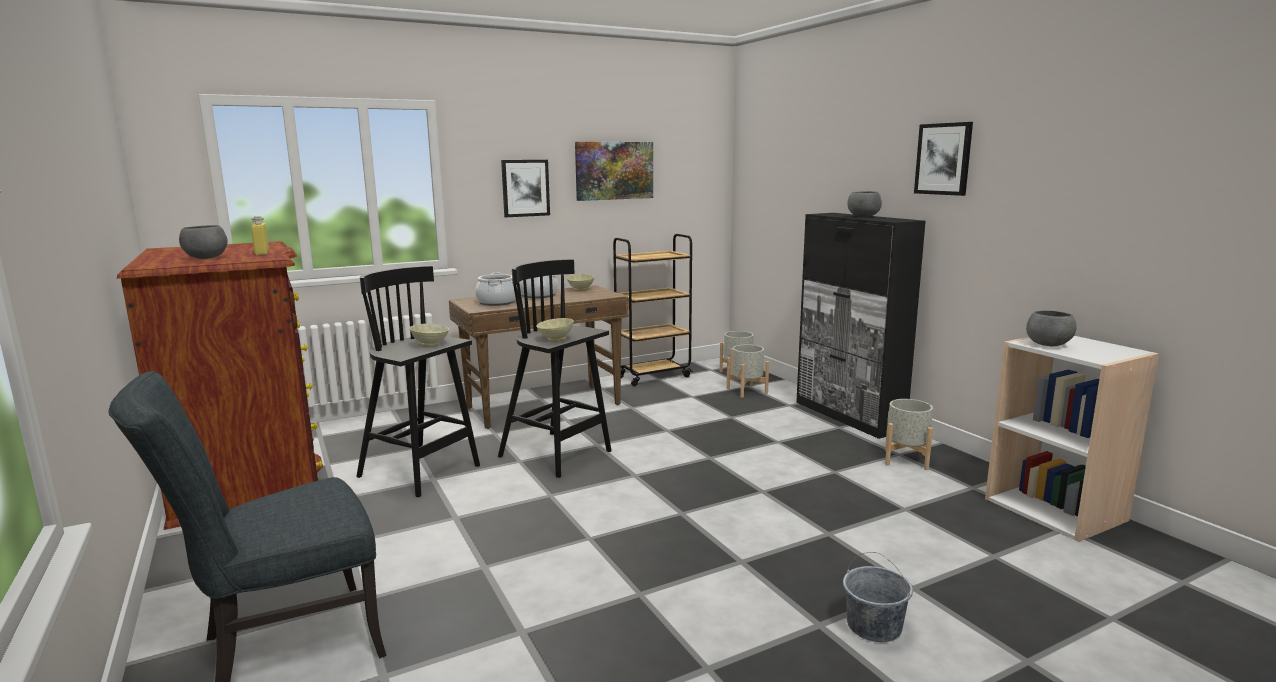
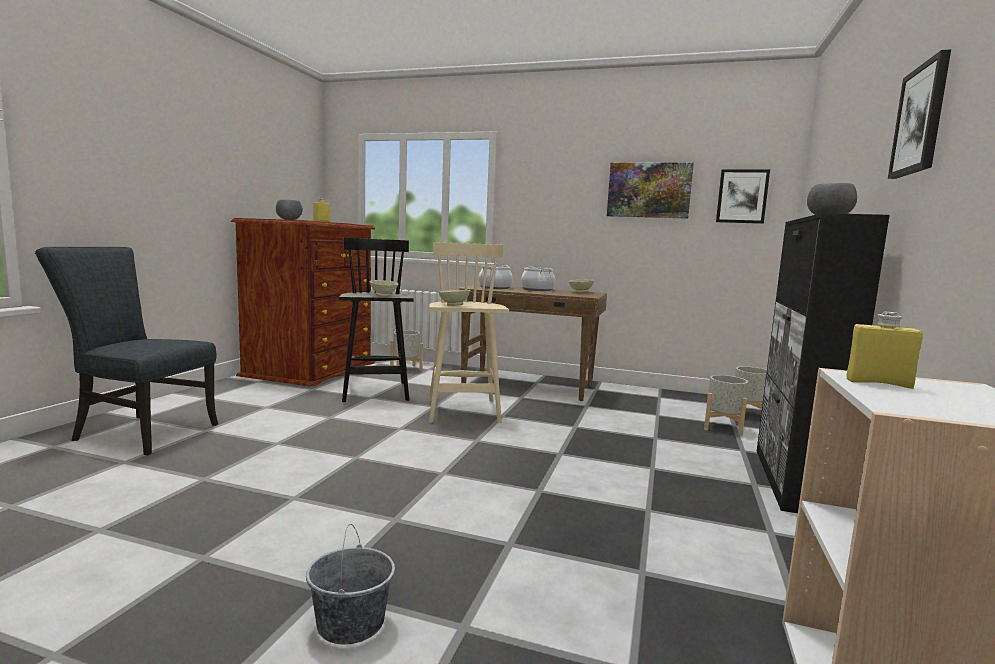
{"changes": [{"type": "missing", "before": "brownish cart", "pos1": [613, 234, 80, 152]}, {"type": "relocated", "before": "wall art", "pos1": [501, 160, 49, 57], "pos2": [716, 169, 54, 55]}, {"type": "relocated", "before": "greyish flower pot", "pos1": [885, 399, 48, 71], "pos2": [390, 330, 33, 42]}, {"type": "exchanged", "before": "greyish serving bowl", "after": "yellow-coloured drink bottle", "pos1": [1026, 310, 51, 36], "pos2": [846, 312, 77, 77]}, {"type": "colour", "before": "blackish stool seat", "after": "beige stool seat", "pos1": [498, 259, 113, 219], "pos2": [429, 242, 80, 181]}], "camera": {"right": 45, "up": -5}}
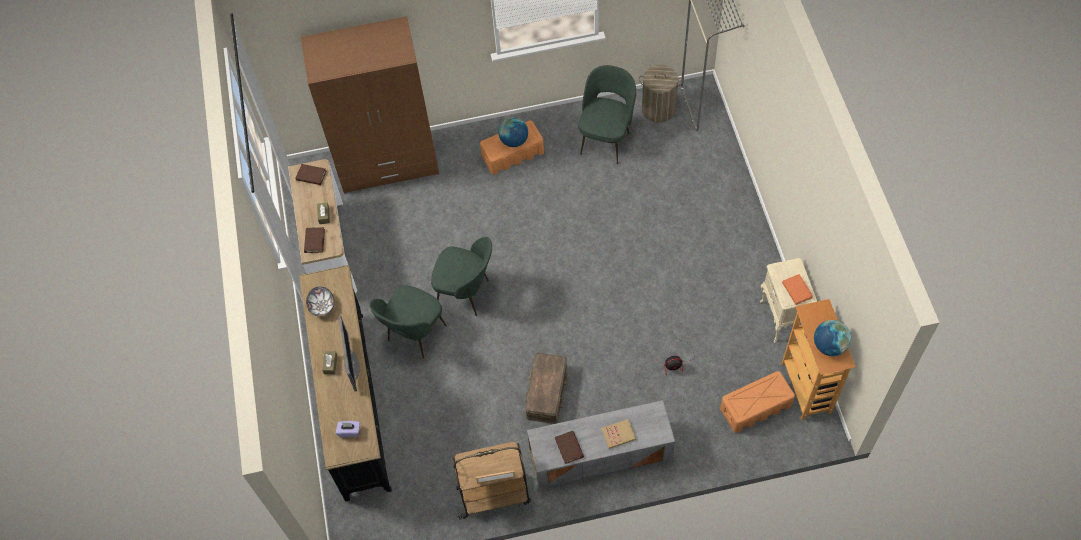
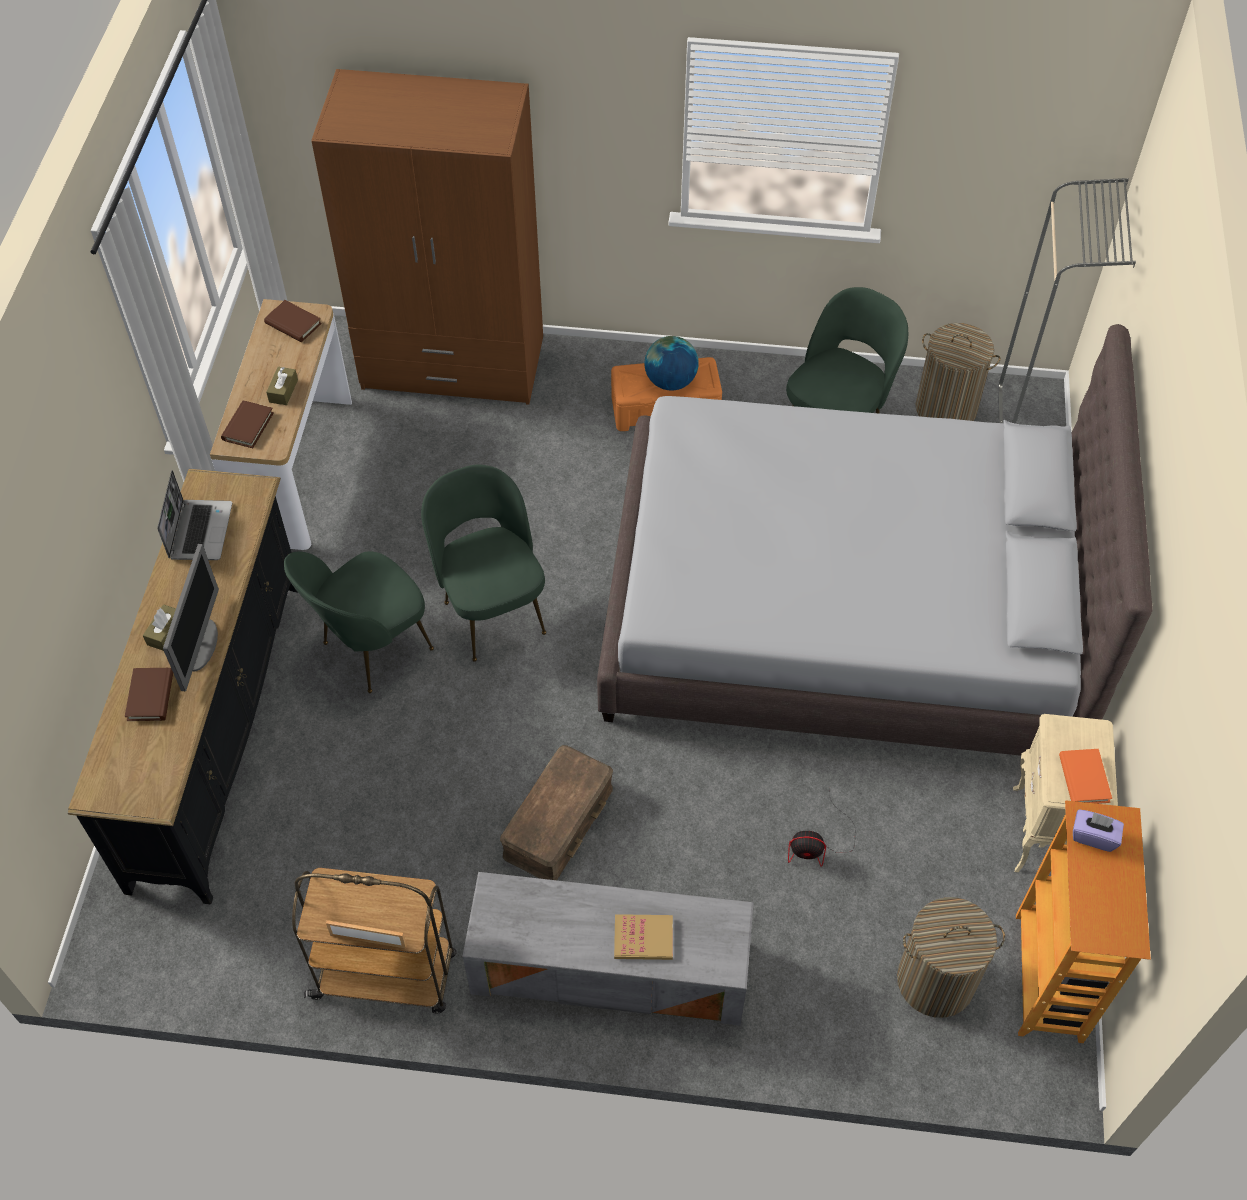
{"changes": [{"type": "missing", "before": "world globe", "pos1": [814, 320, 37, 36]}, {"type": "appeared", "after": "greyish bedroom bed", "pos2": [597, 324, 556, 432]}, {"type": "relocated", "before": "purple-coloured tissue box", "pos1": [336, 421, 24, 16], "pos2": [1073, 809, 51, 43]}, {"type": "relocated", "before": "brownish bound book", "pos1": [555, 431, 29, 33], "pos2": [125, 668, 48, 53]}, {"type": "exchanged", "before": "serving bowl", "after": "portable computer", "pos1": [306, 286, 29, 30], "pos2": [157, 470, 75, 90]}, {"type": "exchanged", "before": "orange storage bin", "after": "laundry basket", "pos1": [720, 371, 75, 62], "pos2": [897, 897, 108, 121]}, {"type": "spun", "before": "greenish upright chair", "pos1": [431, 237, 61, 79], "pos2": [421, 465, 125, 197], "turn": -150}], "camera": {"right": 15, "up": -5}}
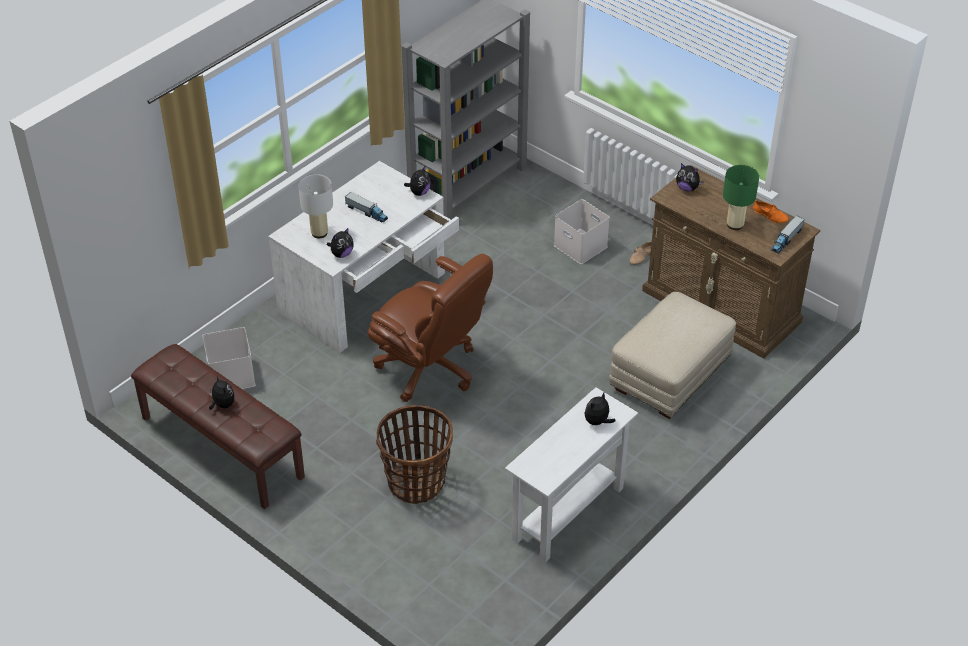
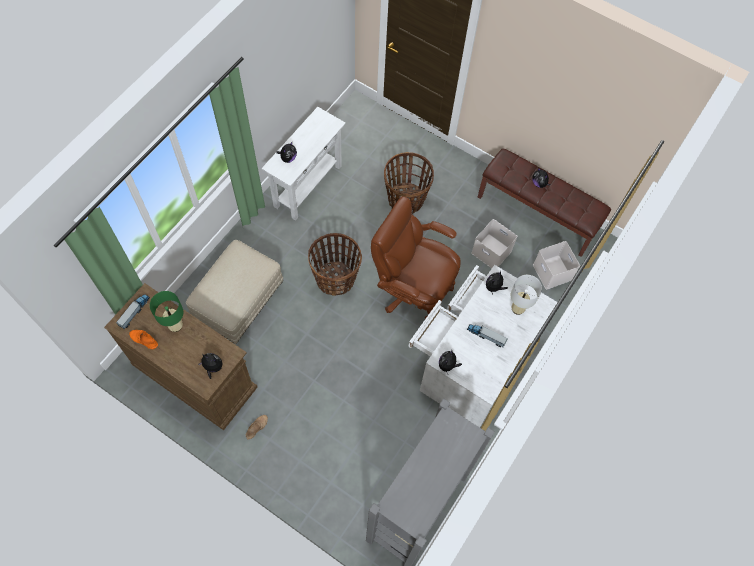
{"changes": [{"type": "appeared", "after": "storage basket", "pos2": [308, 233, 54, 63]}, {"type": "relocated", "before": "white-coloured storage bin", "pos1": [554, 199, 56, 65], "pos2": [471, 219, 46, 49]}], "camera": {"right": 170, "up": 20}}
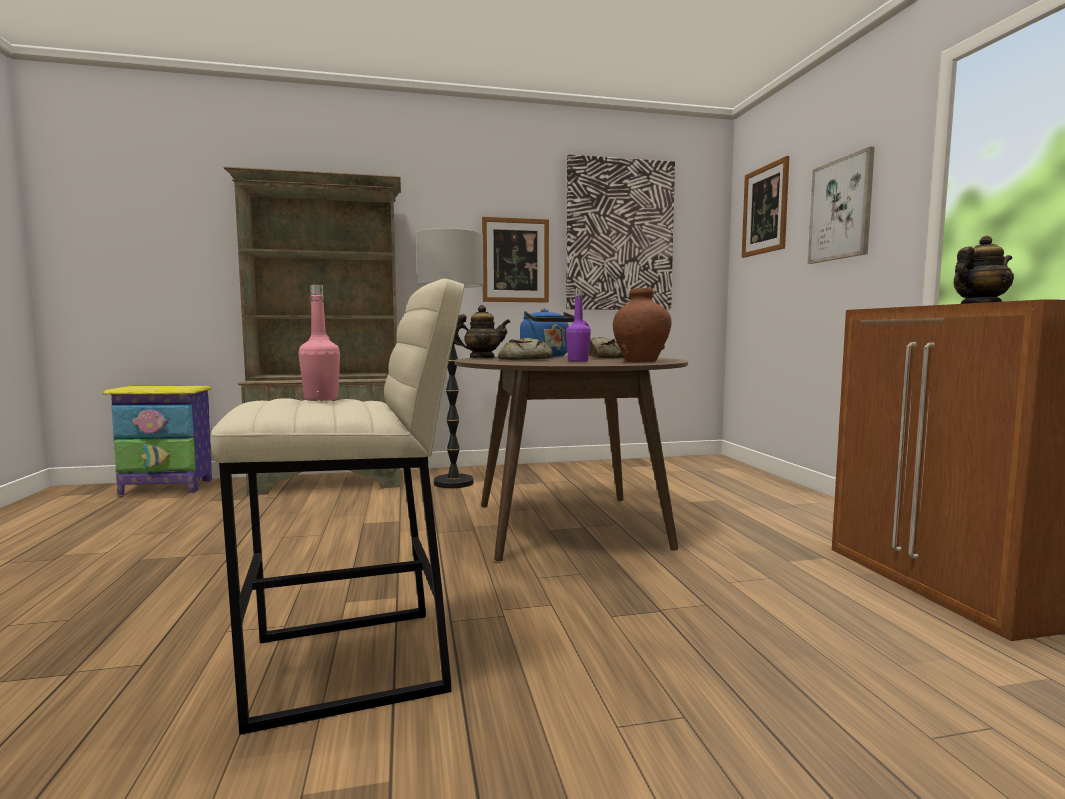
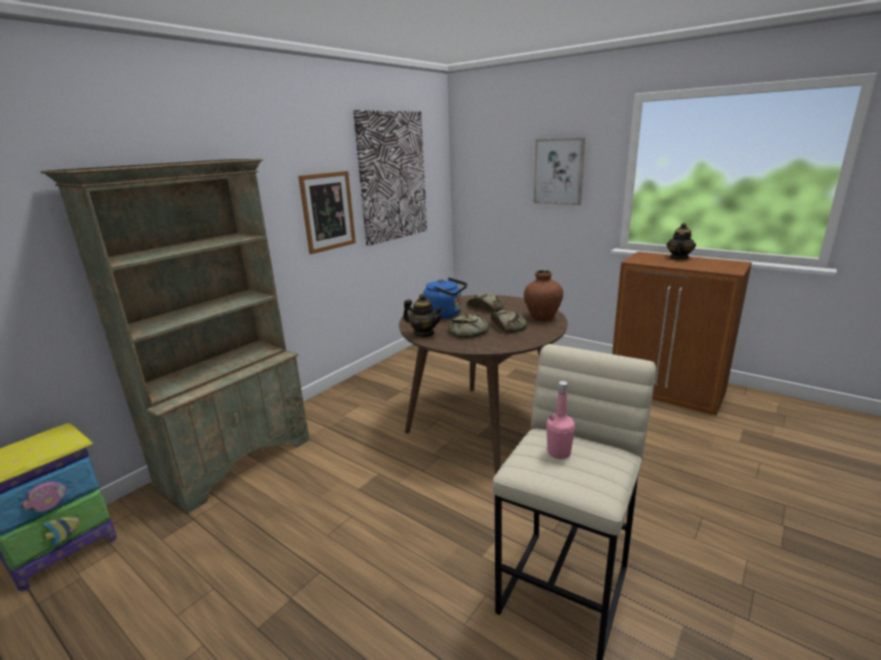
{"changes": [{"type": "missing", "before": "standing lamp", "pos1": [416, 228, 67, 260]}, {"type": "missing", "before": "wall art", "pos1": [742, 156, 47, 102]}, {"type": "exchanged", "before": "purple-coloured drink bottle", "after": "bakery bread", "pos1": [566, 289, 25, 73], "pos2": [491, 310, 37, 23]}, {"type": "spun", "before": "tea pot", "pos1": [453, 305, 57, 53], "pos2": [403, 294, 40, 43], "turn": 75}], "camera": {"right": -40, "up": 15}}
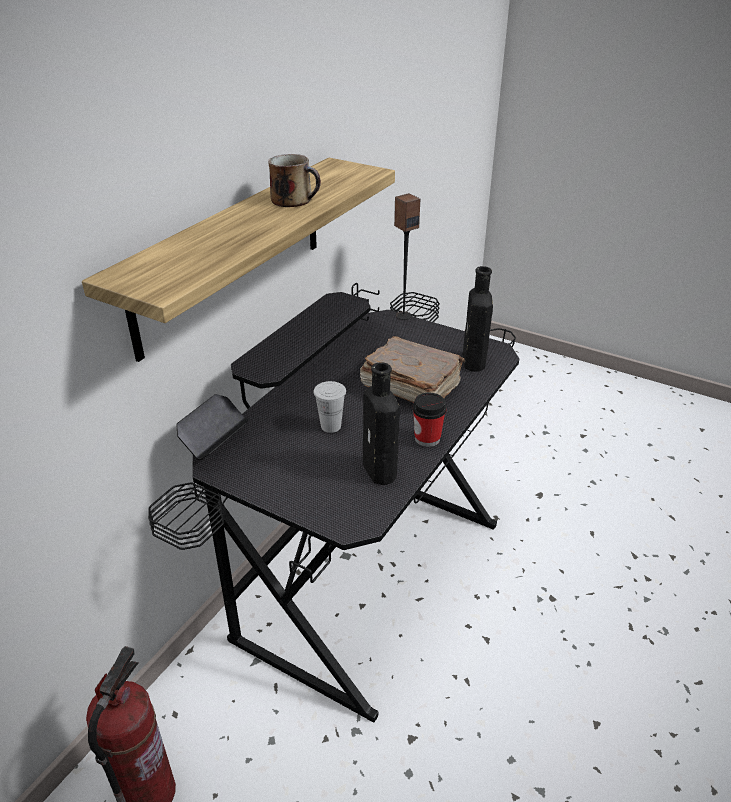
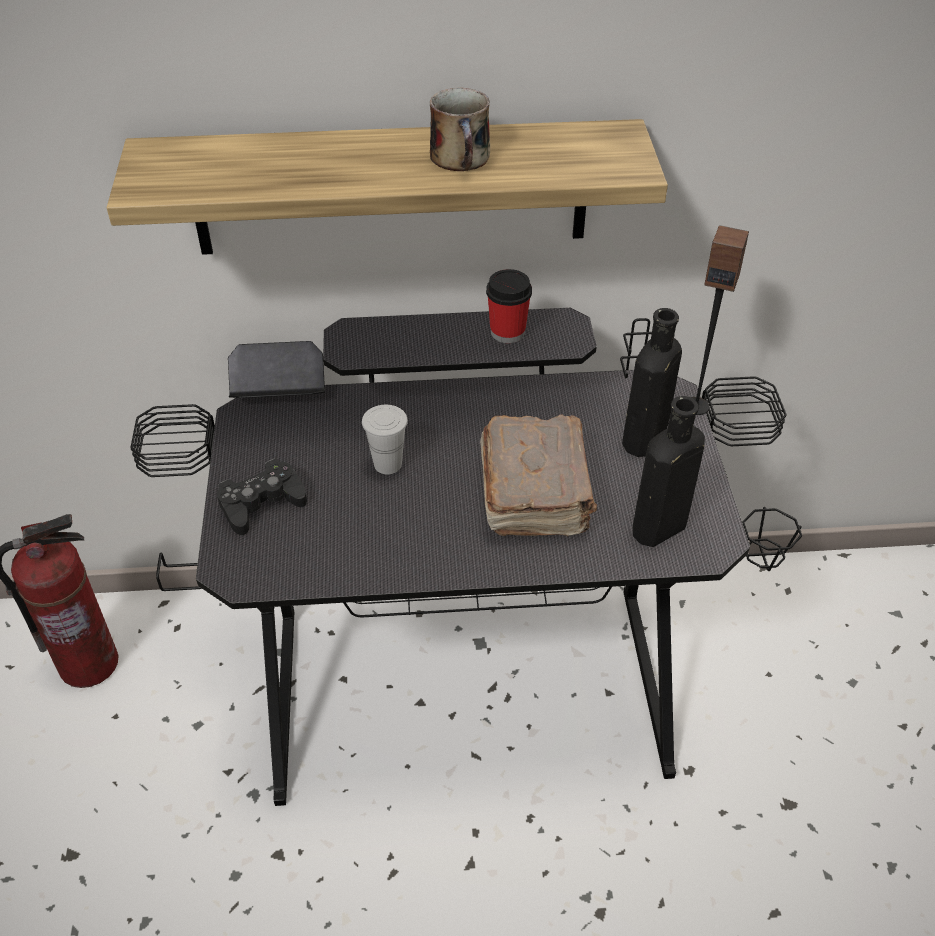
{"changes": [{"type": "appeared", "after": "blackish game controller", "pos2": [217, 459, 90, 76]}, {"type": "relocated", "before": "blackish drink bottle", "pos1": [363, 362, 37, 123], "pos2": [622, 308, 60, 149]}, {"type": "relocated", "before": "drinking cup", "pos1": [412, 393, 35, 54], "pos2": [486, 269, 46, 74]}], "camera": {"right": 55, "up": 10}}
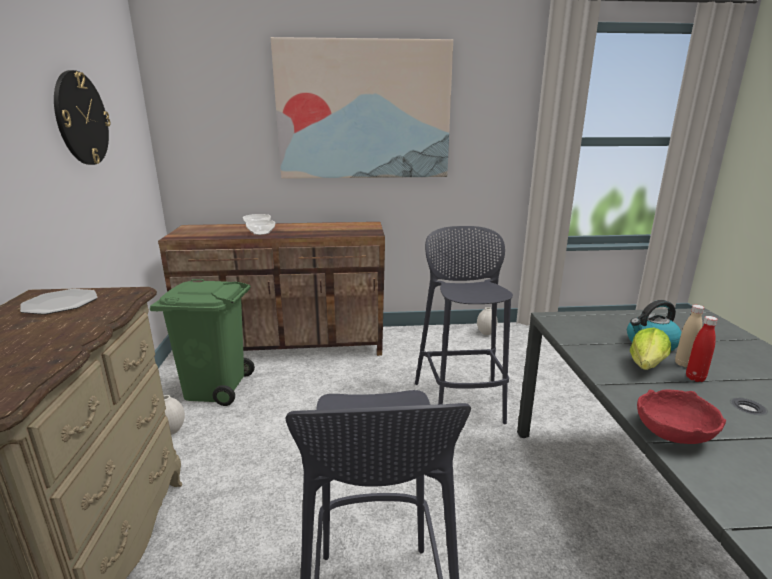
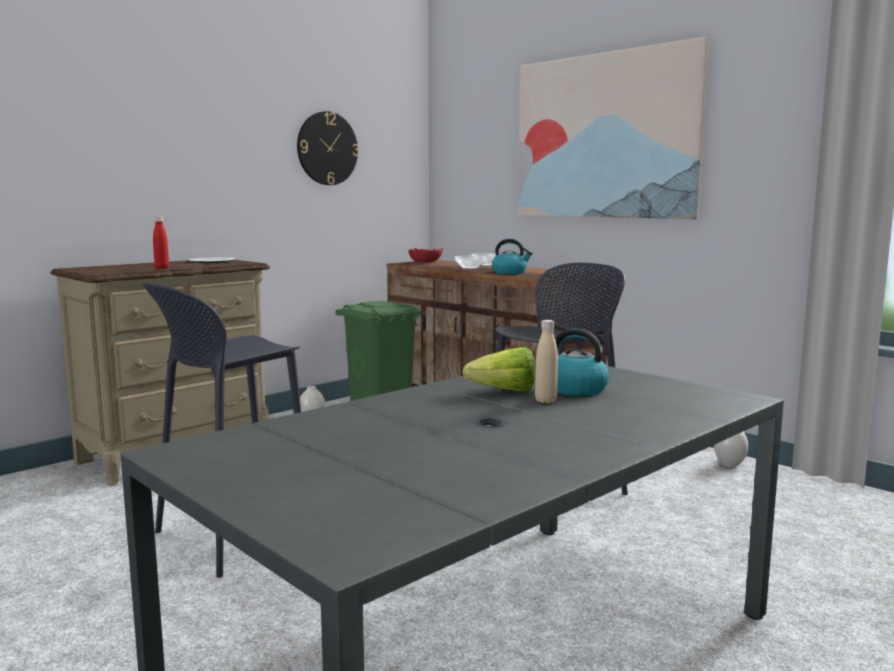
{"changes": [{"type": "appeared", "after": "tea kettle", "pos2": [492, 239, 41, 35]}, {"type": "relocated", "before": "reddish serving bowl", "pos1": [637, 390, 89, 54], "pos2": [409, 248, 34, 15]}, {"type": "relocated", "before": "reddish drink bottle", "pos1": [686, 316, 32, 66], "pos2": [153, 217, 16, 52]}], "camera": {"right": 50, "up": -10}}
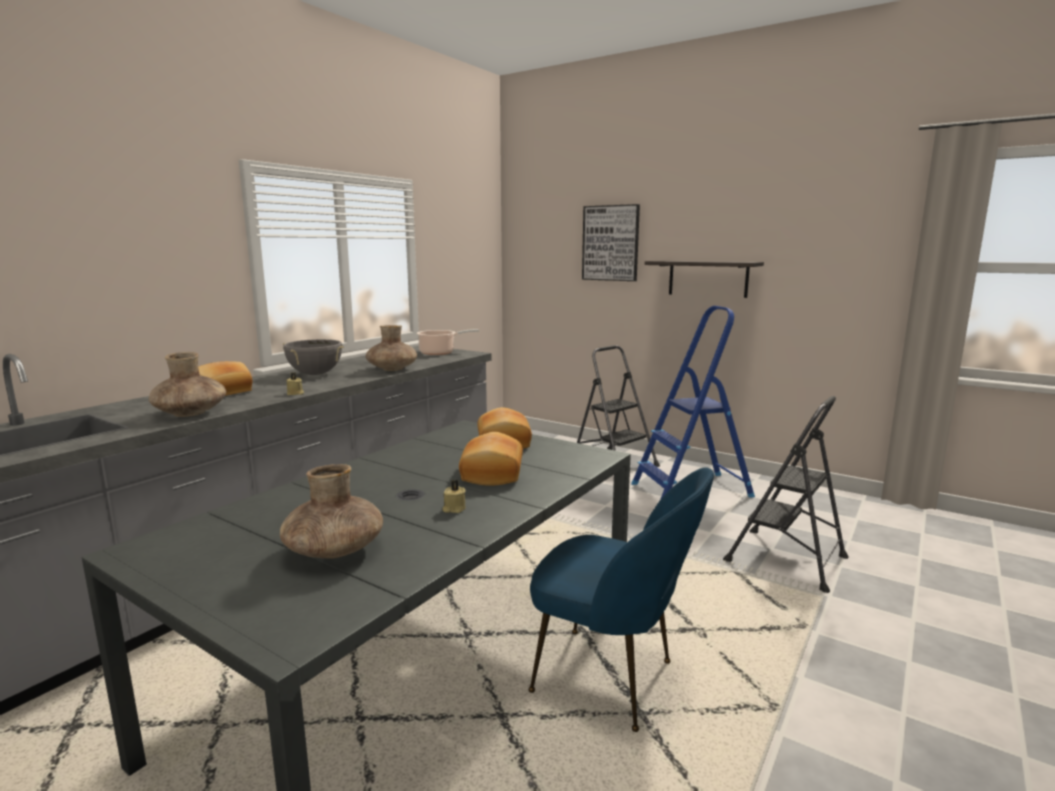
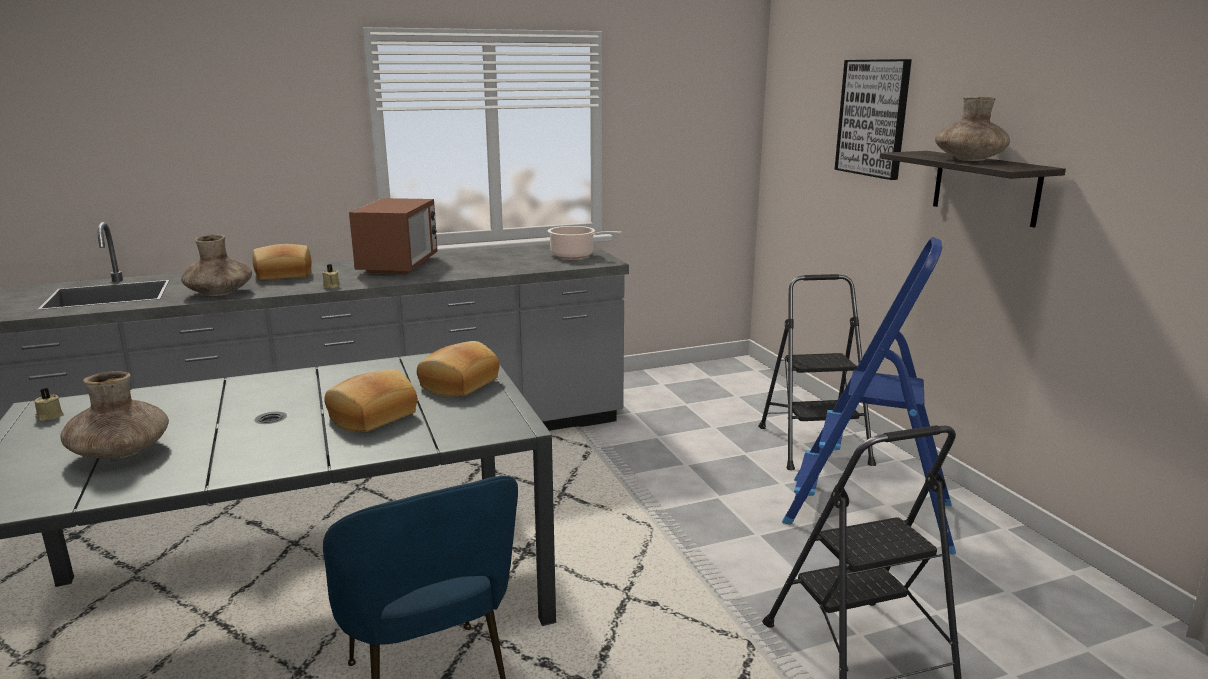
{"changes": [{"type": "relocated", "before": "brownish decorative vase", "pos1": [366, 325, 51, 46], "pos2": [935, 97, 75, 64]}, {"type": "relocated", "before": "beige wax candle", "pos1": [442, 480, 24, 33], "pos2": [34, 388, 30, 33]}, {"type": "exchanged", "before": "greyish stockpot", "after": "microwave", "pos1": [283, 339, 61, 36], "pos2": [349, 198, 89, 76]}], "camera": {"right": 35, "up": 5}}
